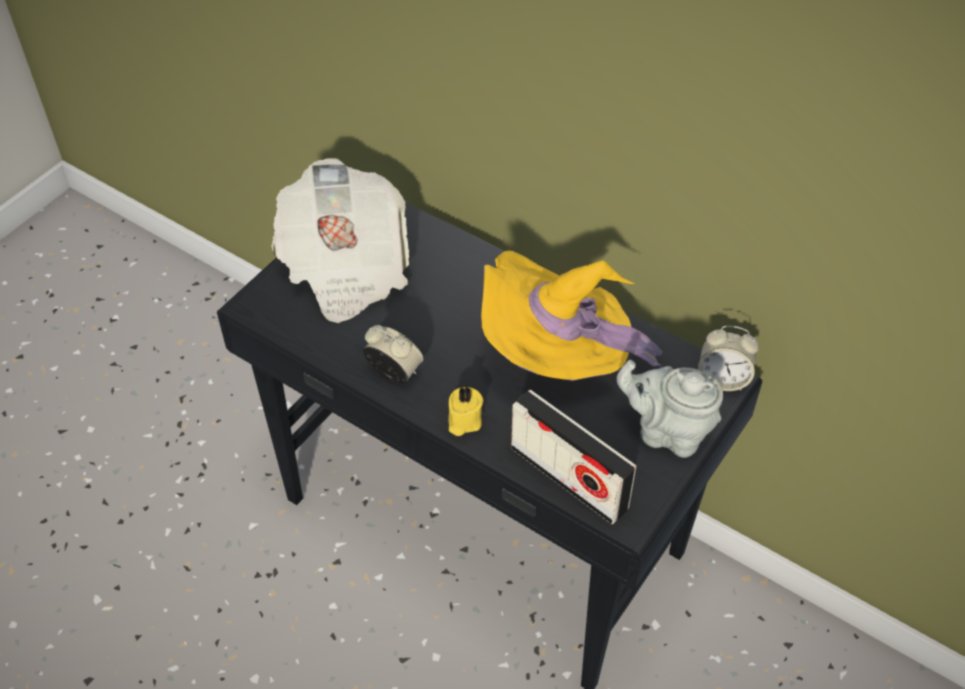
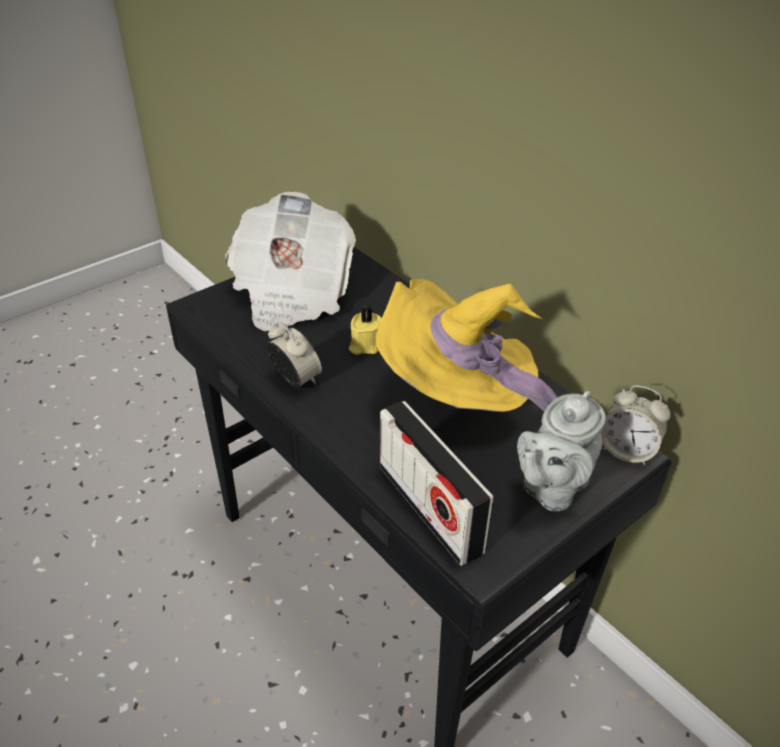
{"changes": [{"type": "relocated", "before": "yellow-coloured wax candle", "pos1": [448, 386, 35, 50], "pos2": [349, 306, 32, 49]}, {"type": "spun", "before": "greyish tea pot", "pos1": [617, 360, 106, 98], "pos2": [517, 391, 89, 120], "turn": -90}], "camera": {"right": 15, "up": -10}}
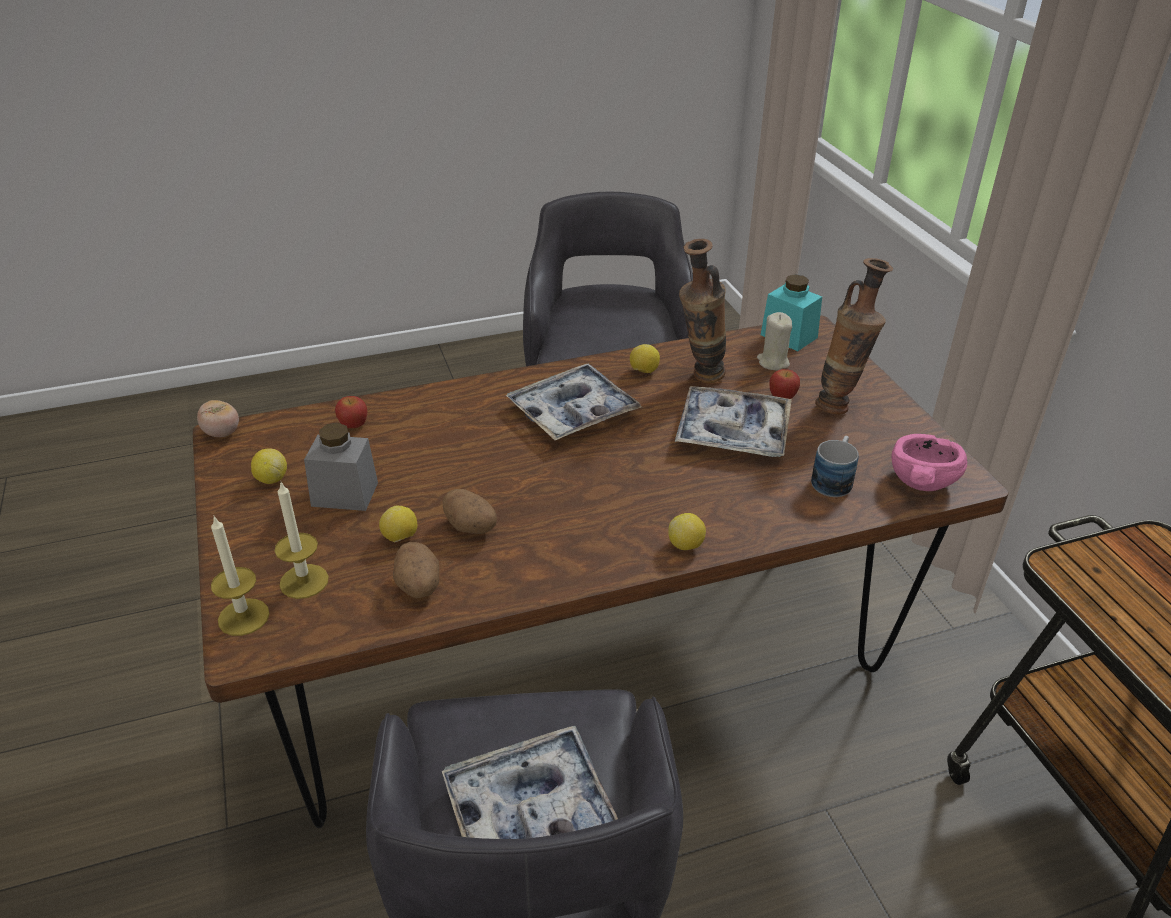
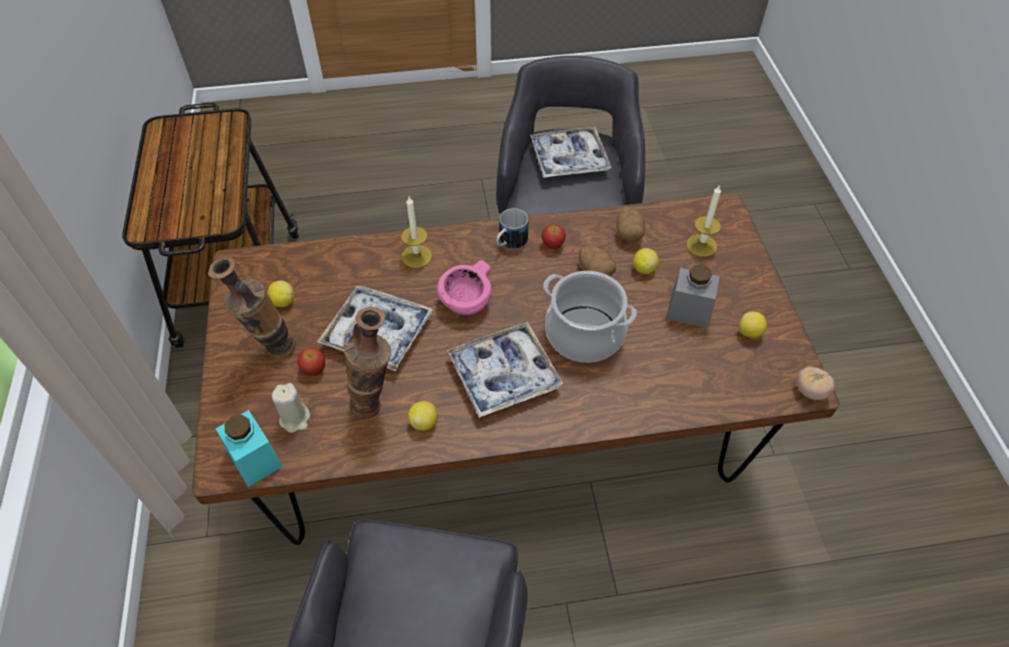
{"changes": [{"type": "appeared", "after": "stockpot", "pos2": [543, 271, 94, 92]}, {"type": "relocated", "before": "wax candle", "pos1": [211, 515, 59, 121], "pos2": [401, 197, 31, 71]}, {"type": "relocated", "before": "apple fruit", "pos1": [335, 396, 32, 32], "pos2": [541, 224, 25, 25]}, {"type": "relocated", "before": "whole lemon", "pos1": [668, 513, 38, 37], "pos2": [267, 280, 27, 27]}, {"type": "relocated", "before": "coffee mug", "pos1": [811, 436, 48, 61], "pos2": [496, 208, 32, 41]}, {"type": "relocated", "before": "pinkish serving bowl", "pos1": [891, 434, 76, 57], "pos2": [437, 260, 55, 55]}], "camera": {"right": -170, "up": 15}}
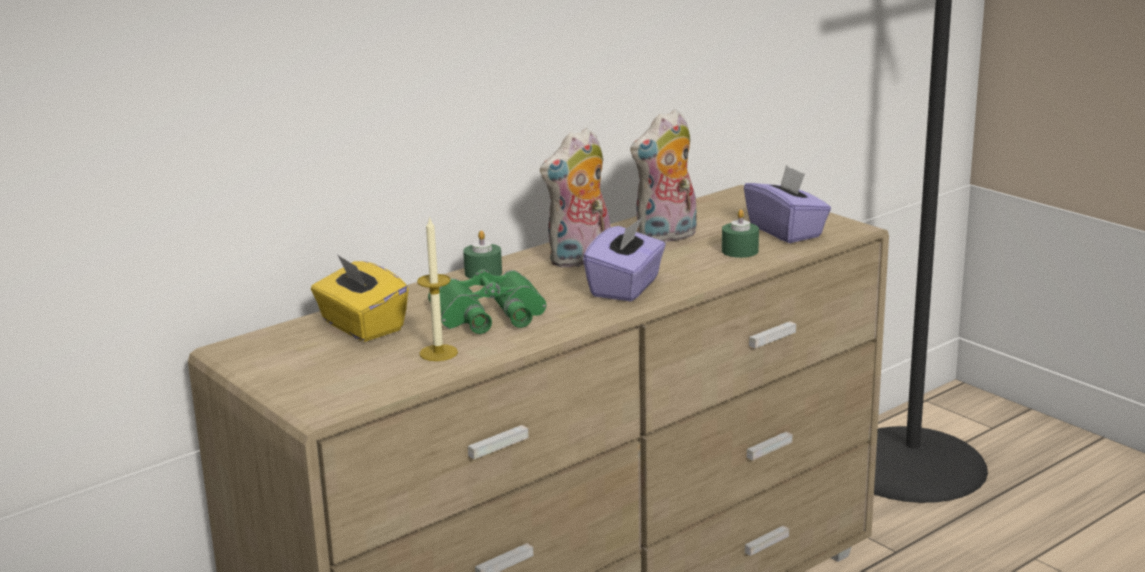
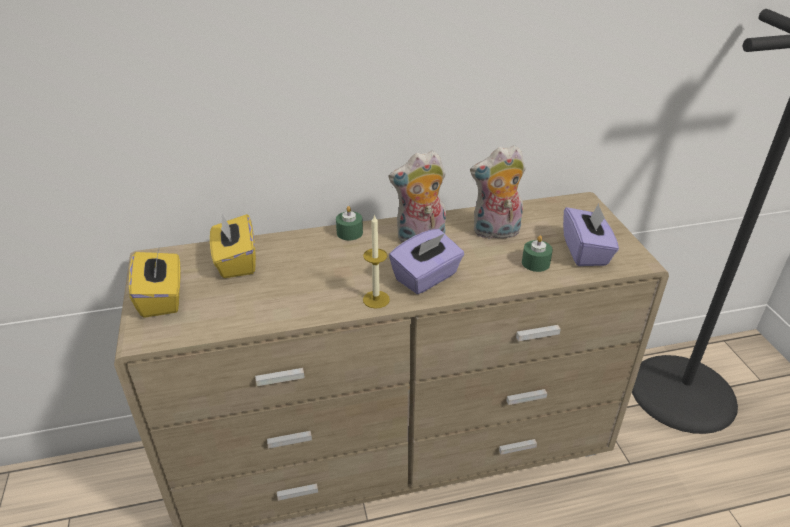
{"changes": [{"type": "missing", "before": "greenish pair of binoculars", "pos1": [428, 269, 119, 65]}, {"type": "appeared", "after": "yellow-coloured tissue box", "pos2": [129, 246, 52, 72]}, {"type": "relocated", "before": "wax candle", "pos1": [417, 216, 41, 145], "pos2": [363, 214, 27, 95]}], "camera": {"right": 25, "up": 15}}
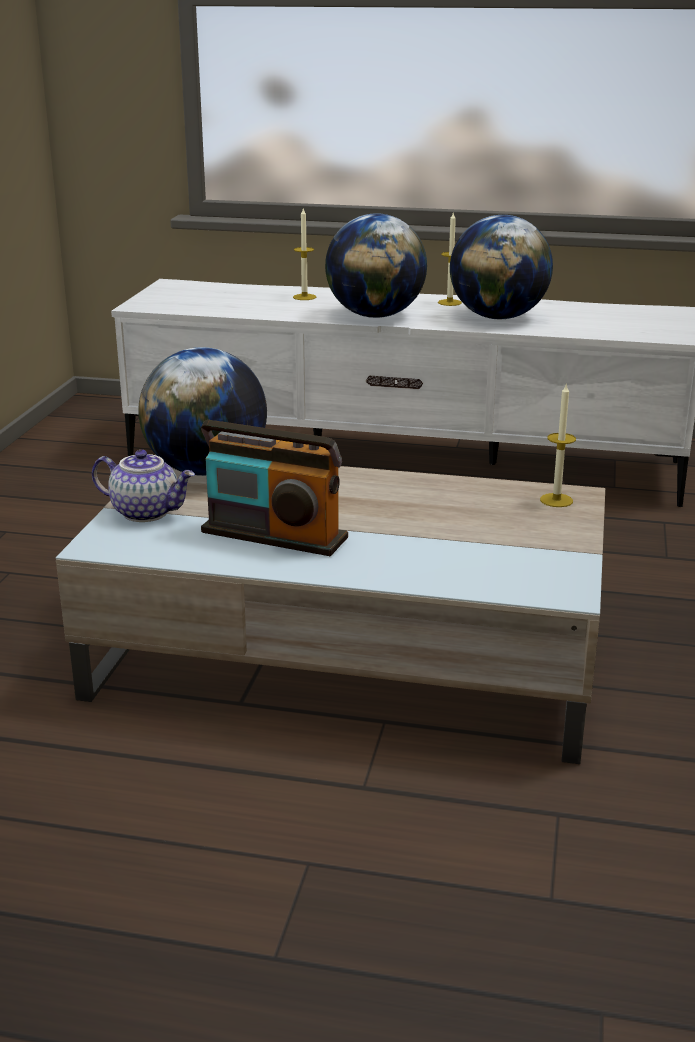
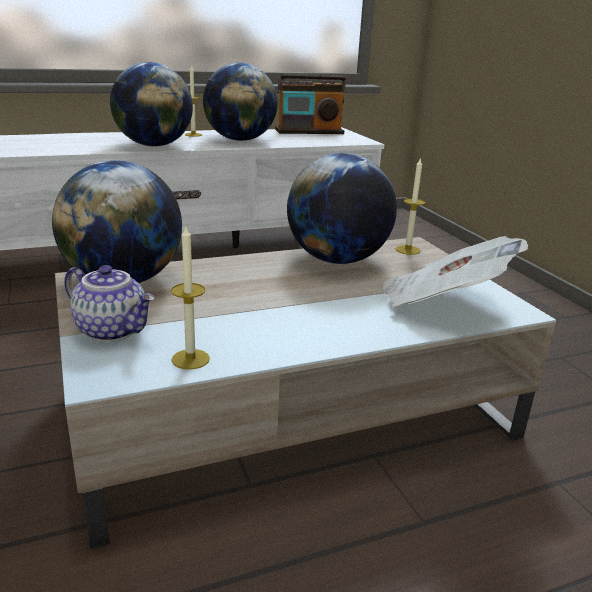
{"changes": [{"type": "appeared", "after": "world globe", "pos2": [287, 153, 110, 111]}, {"type": "appeared", "after": "newspaper", "pos2": [382, 236, 146, 71]}, {"type": "relocated", "before": "radio set", "pos1": [201, 420, 147, 136], "pos2": [275, 73, 71, 61]}, {"type": "relocated", "before": "wax candle", "pos1": [293, 207, 23, 93], "pos2": [171, 227, 39, 143]}, {"type": "spun", "before": "tea pot", "pos1": [92, 450, 103, 72], "pos2": [65, 265, 90, 77], "turn": 45}], "camera": {"right": -35, "up": 0}}
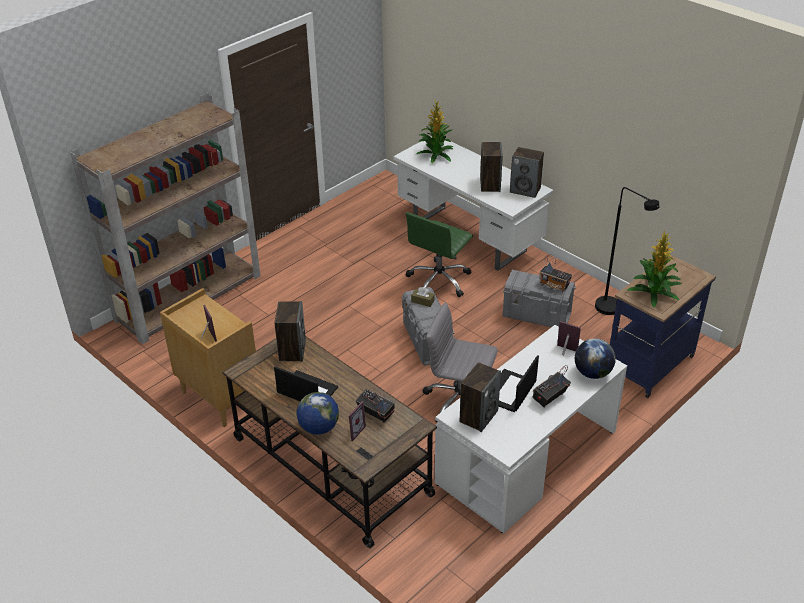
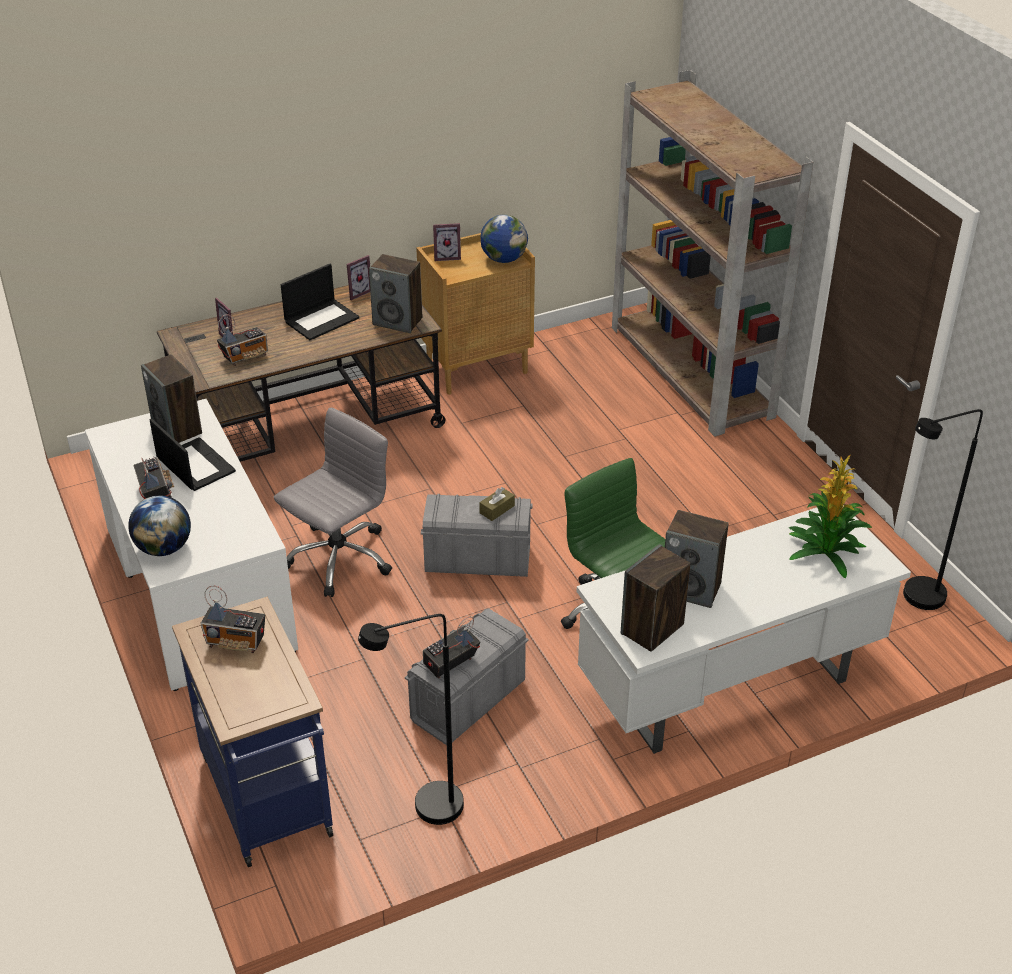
{"changes": [{"type": "appeared", "after": "blackish standing lamp", "pos2": [903, 409, 80, 201]}, {"type": "relocated", "before": "world globe", "pos1": [296, 392, 43, 43], "pos2": [481, 215, 47, 48]}, {"type": "relocated", "before": "picture frame", "pos1": [557, 321, 24, 34], "pos2": [347, 255, 23, 45]}, {"type": "exchanged", "before": "plant in a pot", "after": "radio set", "pos1": [627, 231, 55, 77], "pos2": [200, 586, 65, 67]}], "camera": {"right": 110, "up": 0}}
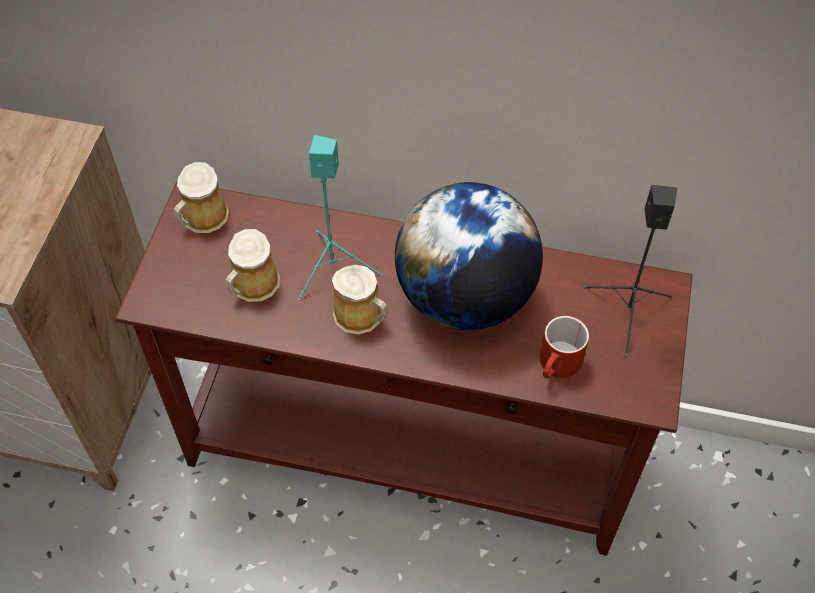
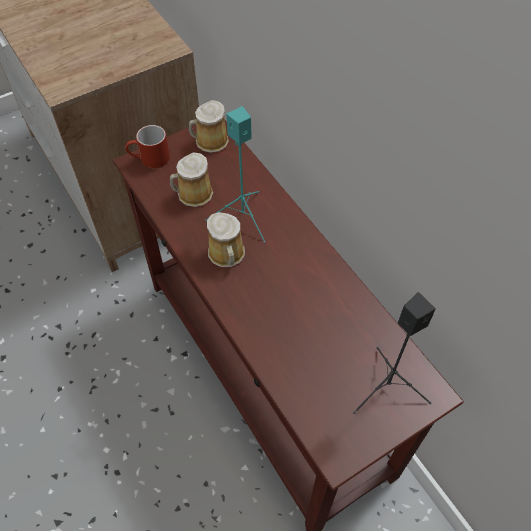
{"changes": [{"type": "missing", "before": "world globe", "pos1": [395, 182, 148, 148]}, {"type": "relocated", "before": "reddish coffee mug", "pos1": [540, 316, 49, 62], "pos2": [125, 125, 45, 44]}], "camera": {"right": 45, "up": 0}}
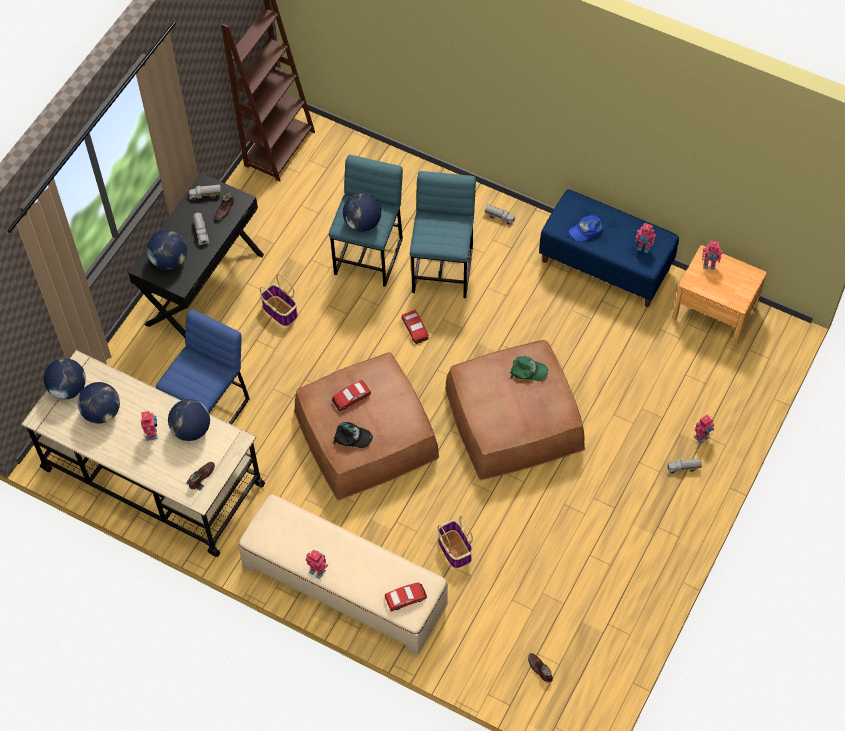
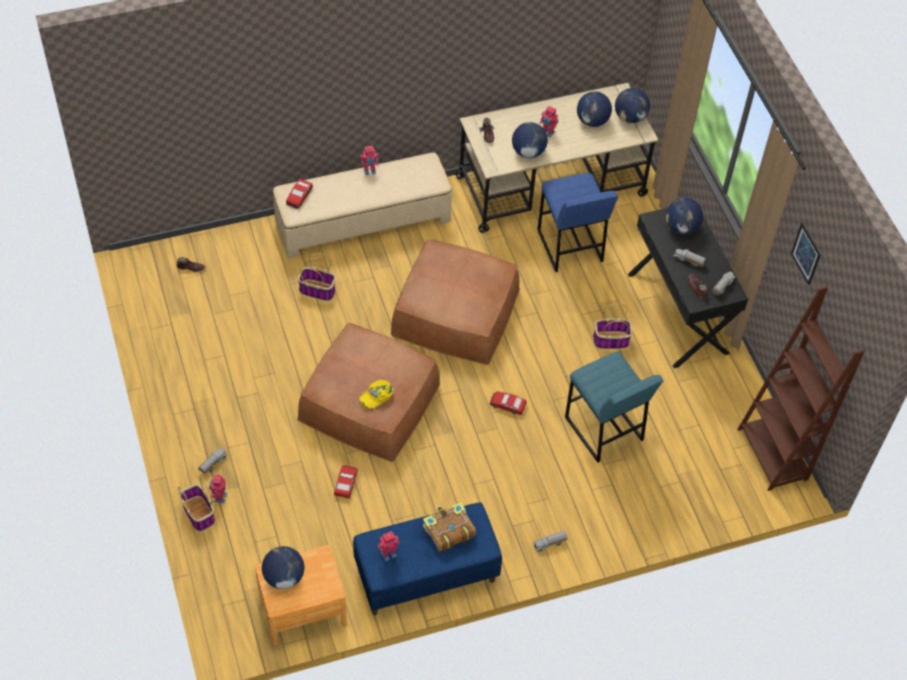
{"changes": [{"type": "missing", "before": "blackish baseball cap", "pos1": [333, 422, 40, 26]}, {"type": "missing", "before": "blue stool seat", "pos1": [410, 171, 66, 127]}, {"type": "missing", "before": "toy robot", "pos1": [702, 240, 21, 30]}, {"type": "appeared", "after": "storage basket", "pos2": [178, 477, 37, 54]}, {"type": "appeared", "after": "wall art", "pos2": [791, 223, 30, 62]}, {"type": "relocated", "before": "model car", "pos1": [332, 380, 39, 31], "pos2": [334, 465, 24, 34]}, {"type": "relocated", "before": "world globe", "pos1": [343, 193, 38, 39], "pos2": [262, 546, 42, 43]}, {"type": "exchanged", "before": "blue baseball cap", "after": "bound book", "pos1": [569, 215, 34, 27], "pos2": [423, 502, 53, 50]}, {"type": "colour", "before": "greenish baseball cap", "after": "yellow-coloured baseball cap", "pos1": [510, 356, 38, 25], "pos2": [359, 379, 34, 30]}], "camera": {"right": 130, "up": -5}}
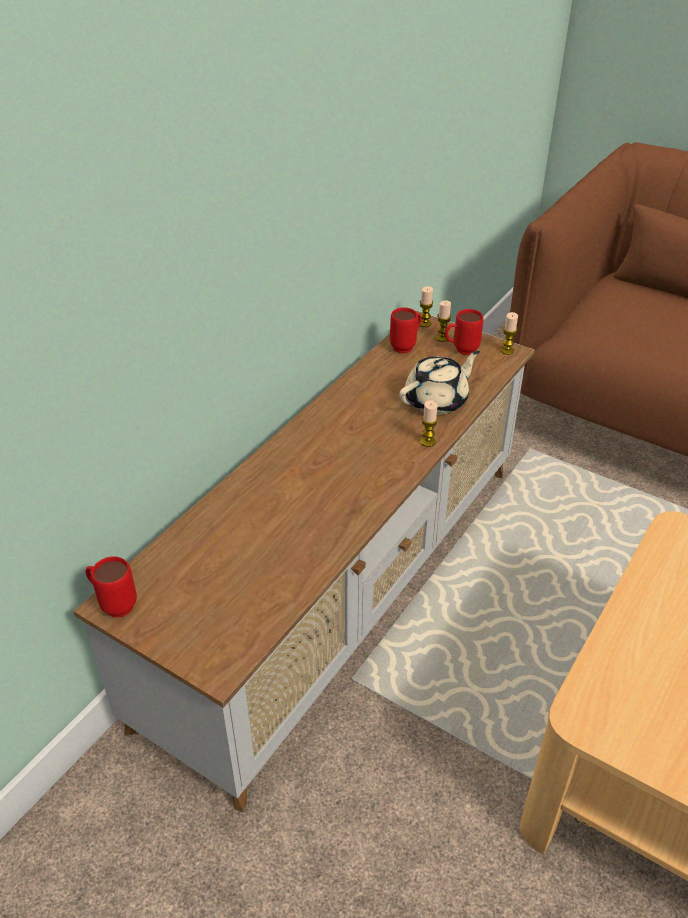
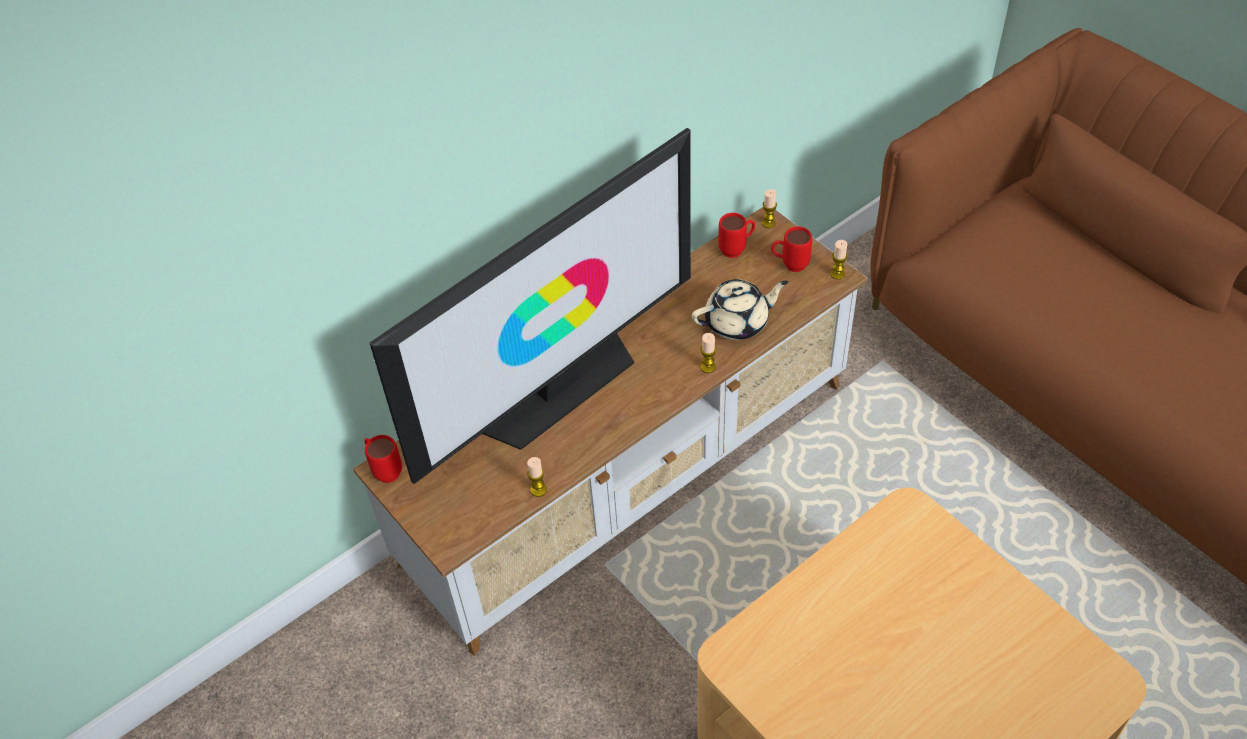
{"changes": [{"type": "appeared", "after": "TV", "pos2": [369, 128, 322, 356]}, {"type": "relocated", "before": "wax candle", "pos1": [436, 301, 15, 41], "pos2": [527, 457, 20, 40]}], "camera": {"right": 20, "up": 10}}
